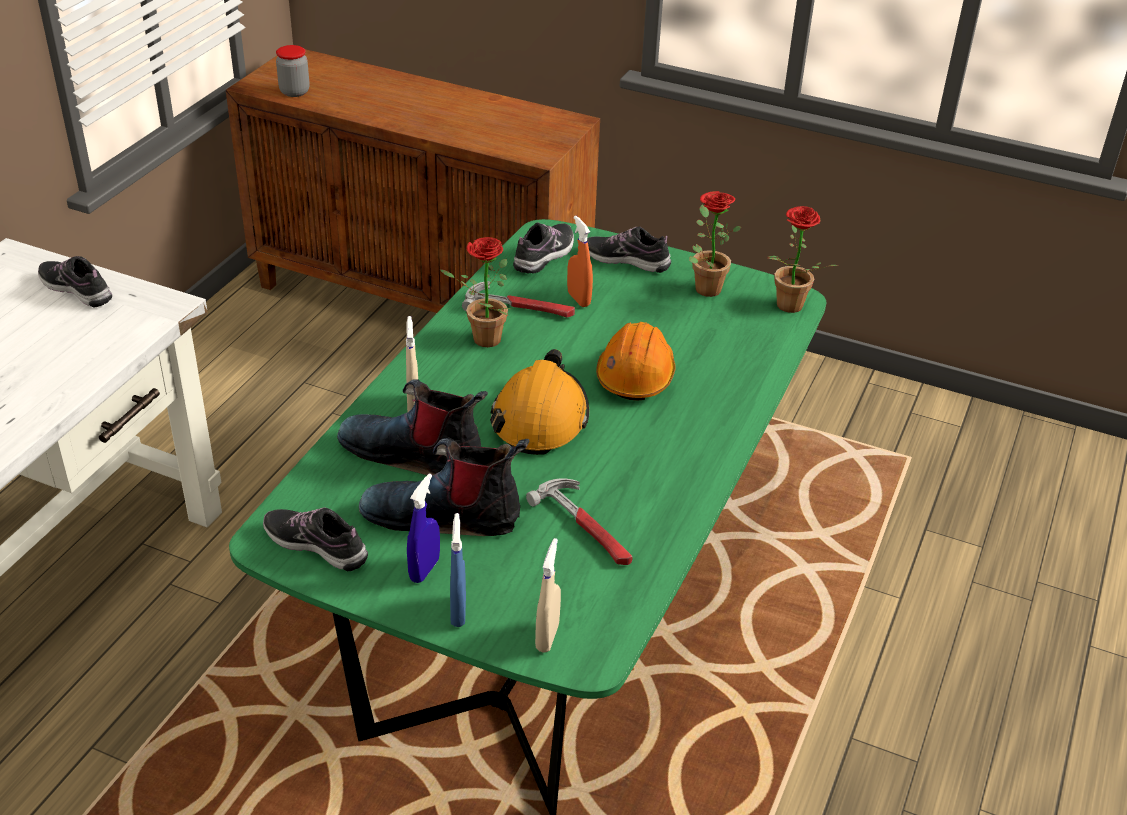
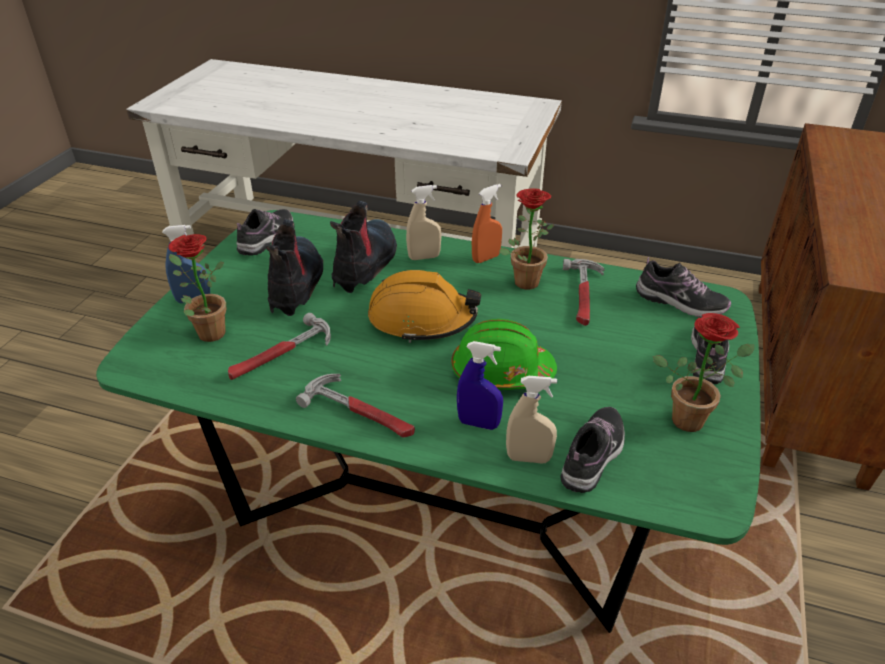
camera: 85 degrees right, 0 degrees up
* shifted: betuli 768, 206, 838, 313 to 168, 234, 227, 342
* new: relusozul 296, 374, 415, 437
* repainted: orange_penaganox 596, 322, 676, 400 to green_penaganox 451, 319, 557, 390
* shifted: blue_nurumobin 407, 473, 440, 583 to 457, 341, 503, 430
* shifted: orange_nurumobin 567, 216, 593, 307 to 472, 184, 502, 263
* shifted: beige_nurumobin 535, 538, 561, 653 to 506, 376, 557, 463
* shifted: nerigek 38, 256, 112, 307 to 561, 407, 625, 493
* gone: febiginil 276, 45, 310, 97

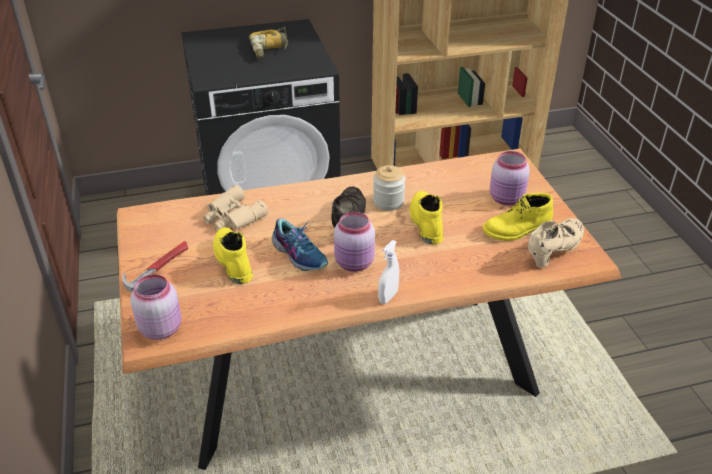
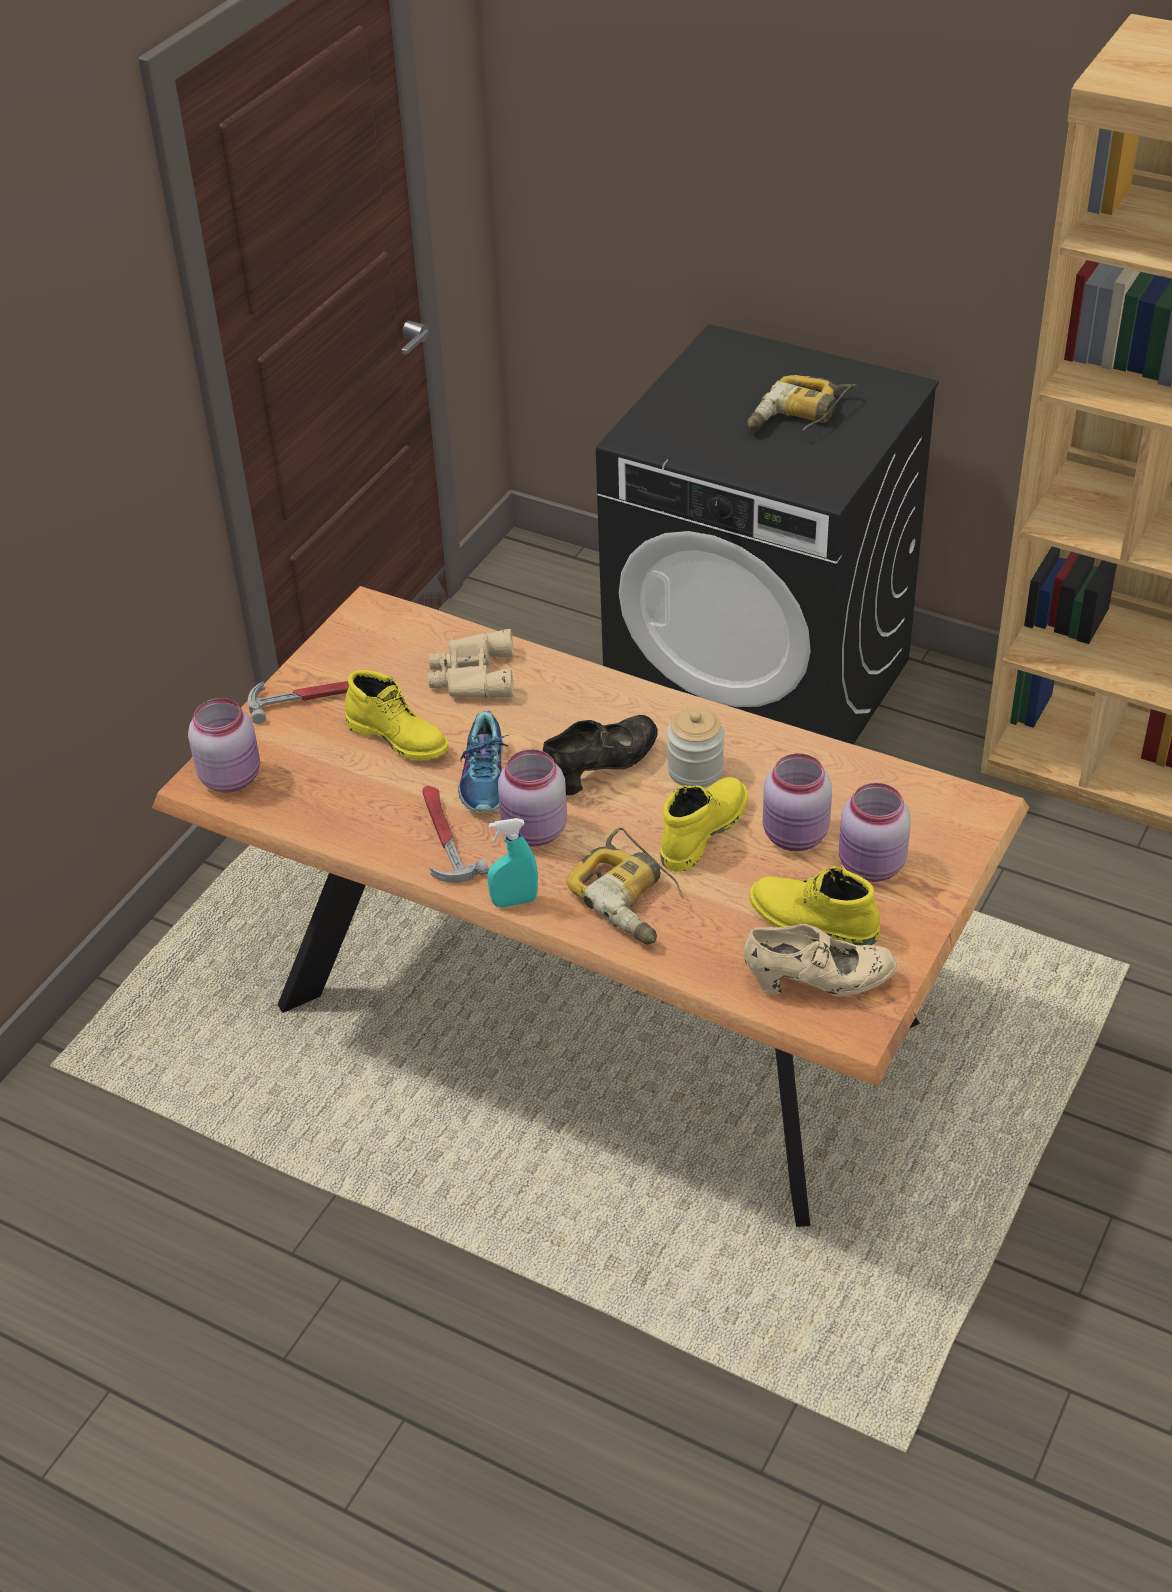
camera: 45 degrees right, 5 degrees up
* rotated: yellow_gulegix 213, 227, 253, 284 = 345, 670, 449, 760 105 degrees clockwise
* new: relusozul 422, 786, 488, 883
* repainted: white_nurumobin 378, 240, 399, 304 to turquoise_nurumobin 487, 818, 538, 907
* new: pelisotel 566, 828, 684, 945
* new: pink_febiginil 763, 753, 832, 851

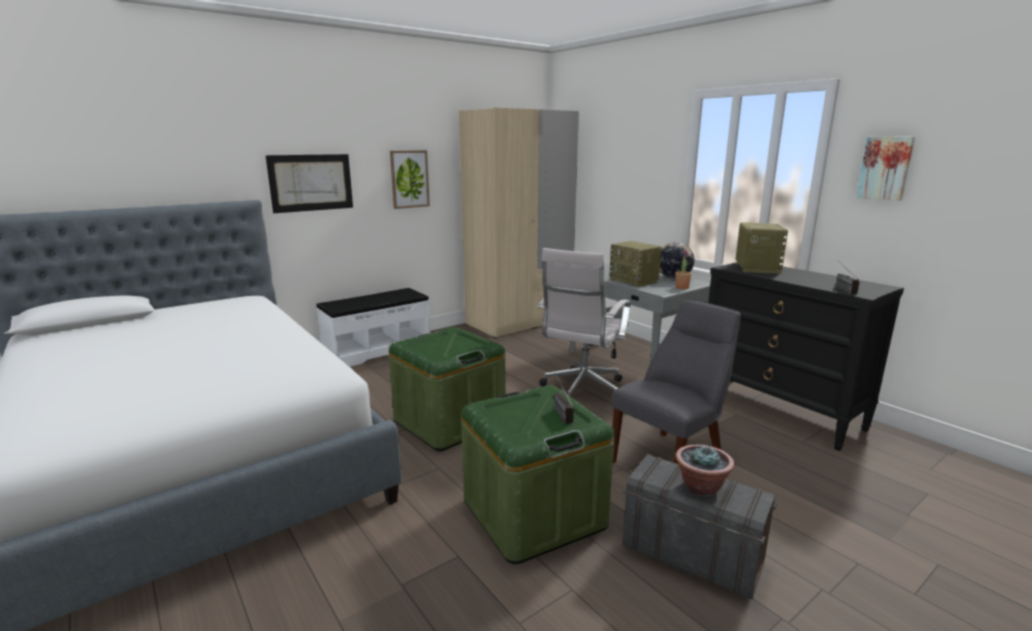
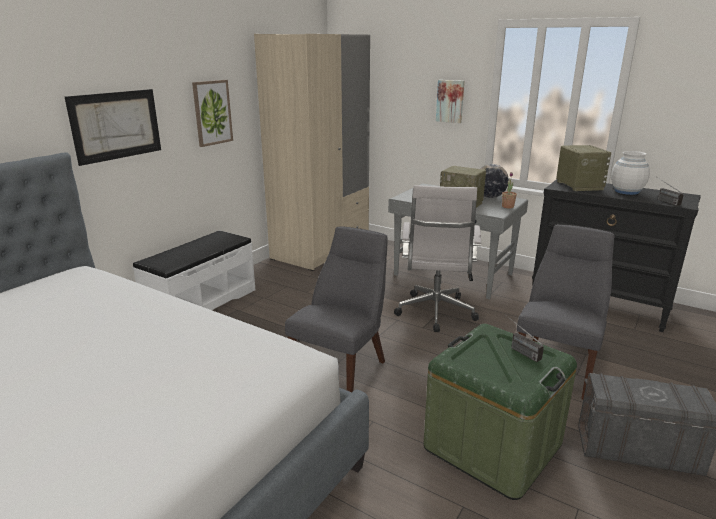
camera: 20 degrees left, 5 degrees up
* swapped: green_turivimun 389, 327, 506, 451 to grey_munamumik 285, 226, 388, 392
* shifted: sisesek 856, 137, 915, 201 to 436, 80, 464, 123
* new: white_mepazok 611, 151, 650, 195
* gone: betuli 676, 445, 734, 497

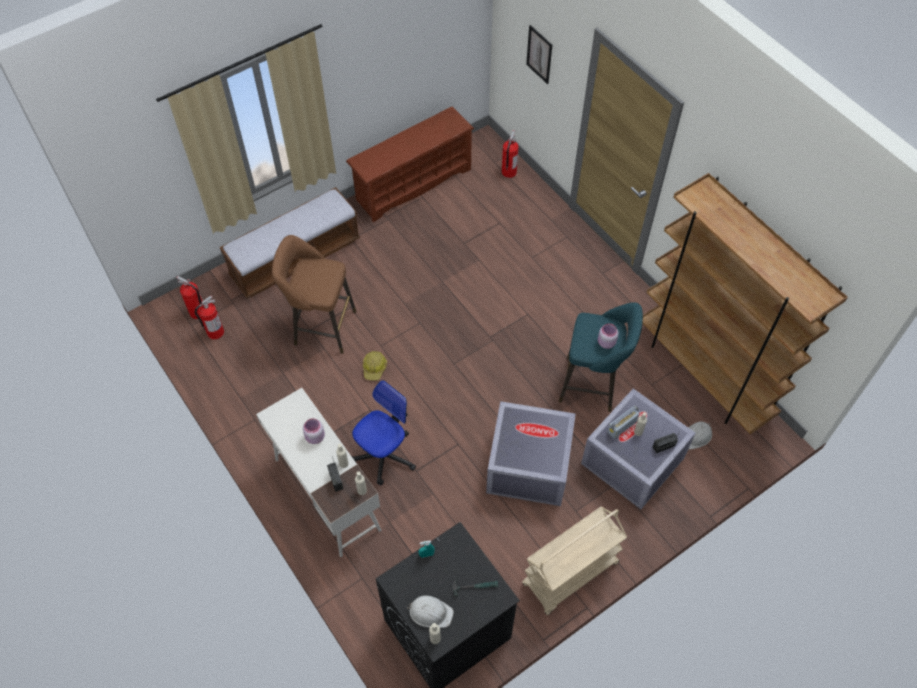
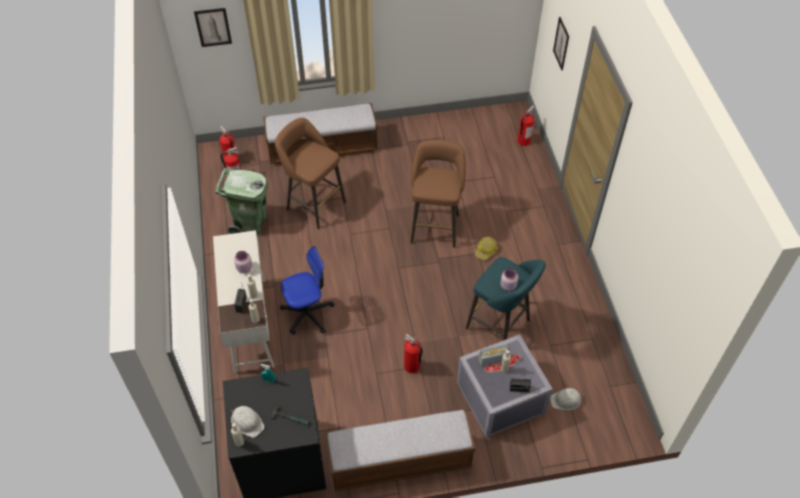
camera: 25 degrees right, 5 degrees down
* new: sisesek 194, 8, 232, 47
* new: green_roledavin 215, 168, 268, 236
* swapped: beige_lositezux 522, 507, 627, 615 to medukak 326, 410, 475, 491
* swapped: grey_turivimun 486, 401, 576, 506 to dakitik 404, 333, 423, 373
* new: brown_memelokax 411, 140, 466, 248
* shifted: penaganox 363, 351, 387, 381 to 475, 237, 498, 260
* gone: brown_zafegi 346, 106, 474, 222
* gone: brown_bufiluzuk 642, 173, 848, 434

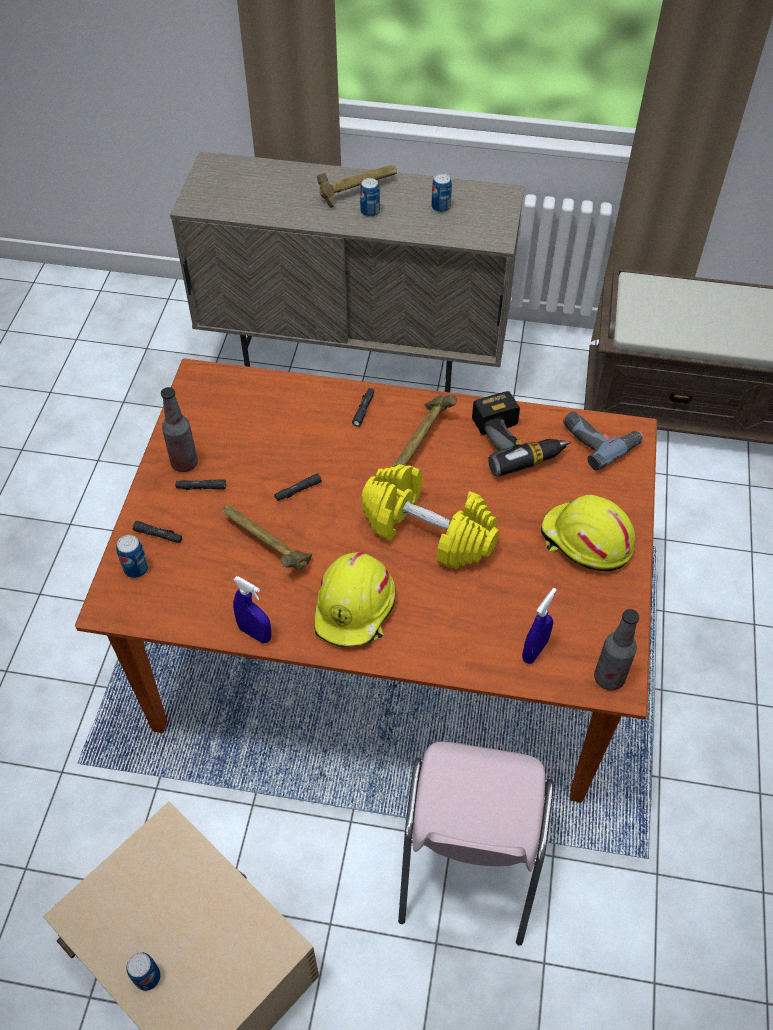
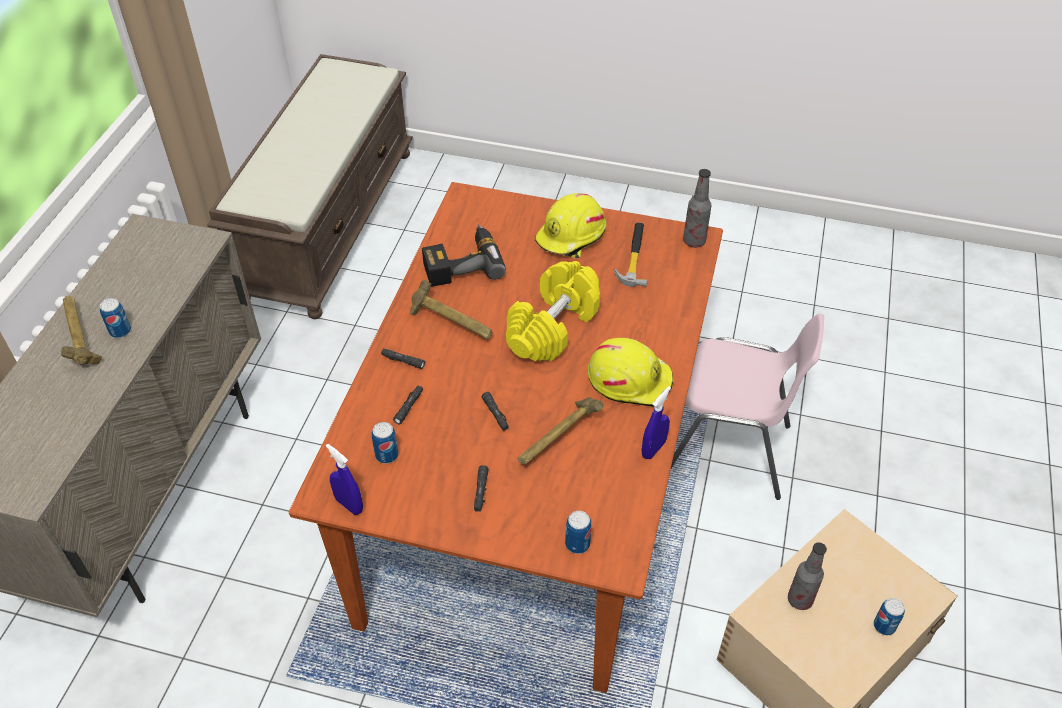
camera: 85 degrees left, 5 degrees down
* shifted: blue_nurumobin 522, 588, 557, 664 to 326, 444, 363, 515
* shifted: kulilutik 431, 173, 452, 213 to 372, 422, 399, 464
* shifted: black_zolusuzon 133, 521, 183, 543 to 393, 385, 423, 424
* new: relusozul 614, 222, 647, 287
* shifted: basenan 161, 387, 198, 472 to 788, 542, 827, 610
* gone: pelisotel 563, 412, 643, 471

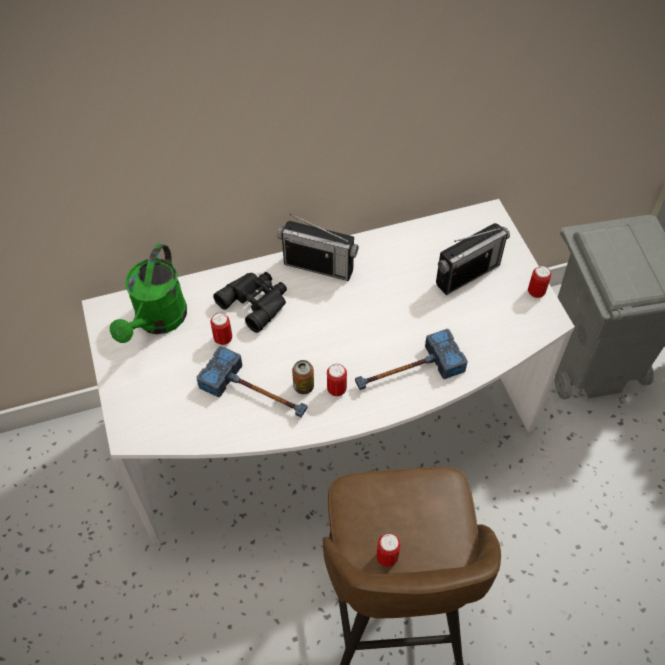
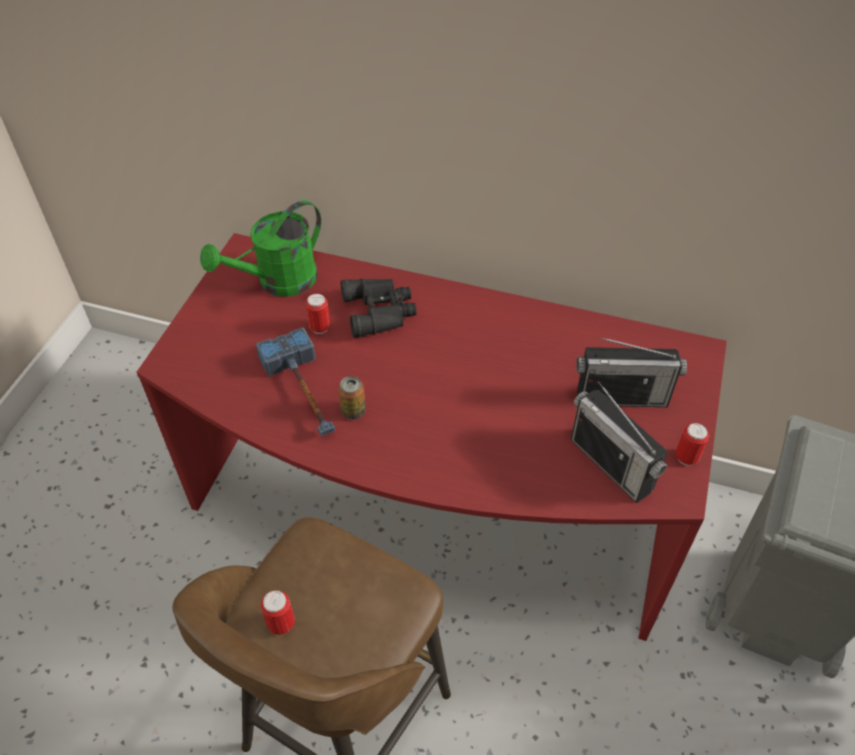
camera: 35 degrees right, 5 degrees down
* repainted: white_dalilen 82, 199, 575, 544 to red_dalilen 137, 233, 727, 641
* shifted: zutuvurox 277, 214, 359, 281 to 571, 381, 668, 503
* gone: kulilutik 327, 364, 347, 397
* gone: relusozul 355, 329, 468, 390

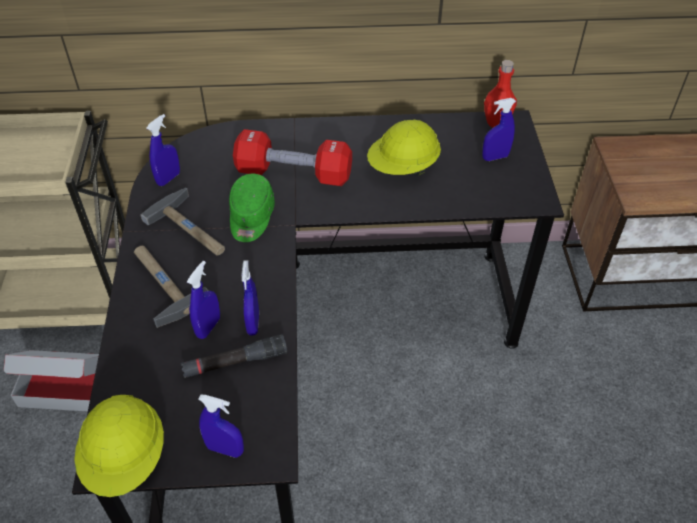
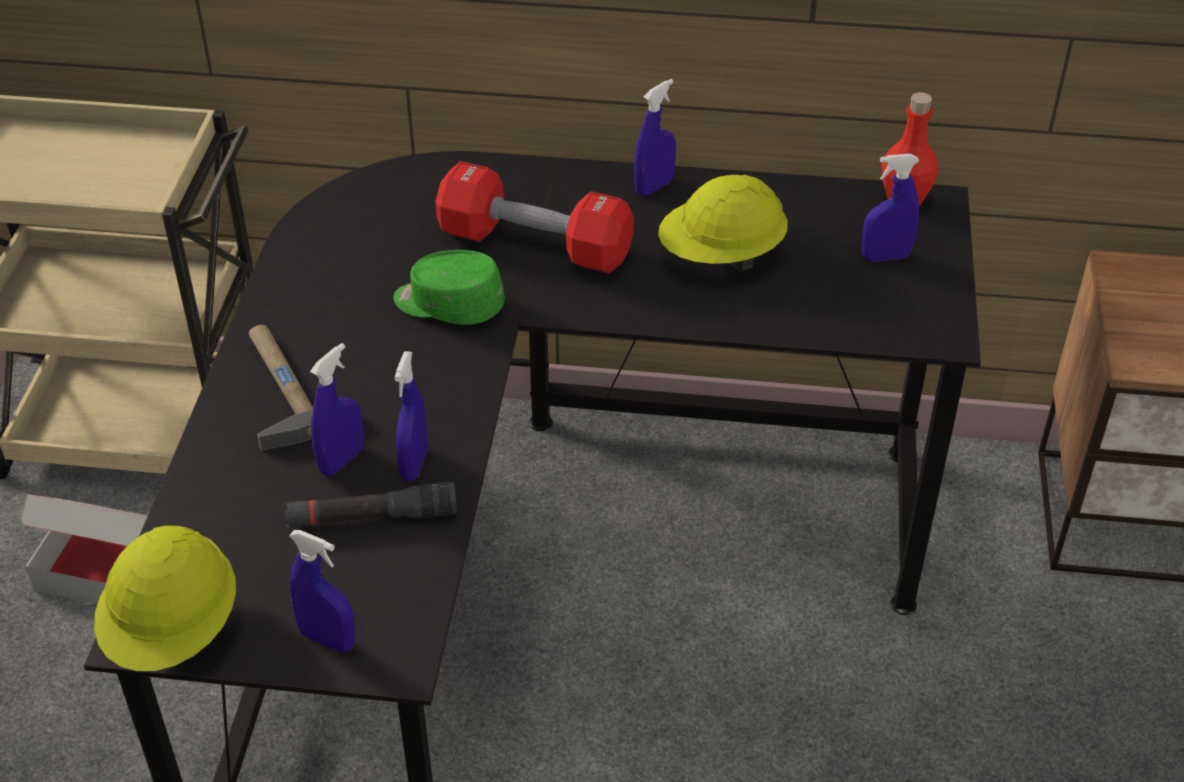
camera: 10 degrees right, 5 degrees down
* rotated: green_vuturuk 229, 174, 275, 242 = 393, 250, 505, 325 90 degrees clockwise
* shifted: blue_nurumobin 146, 114, 180, 186 to 634, 79, 676, 196
* gone: relusozul 141, 188, 225, 256

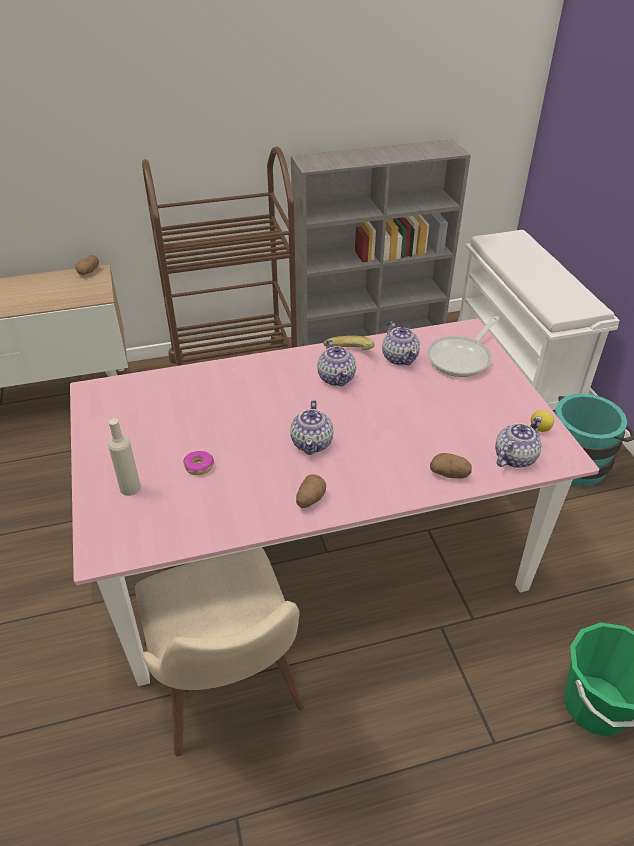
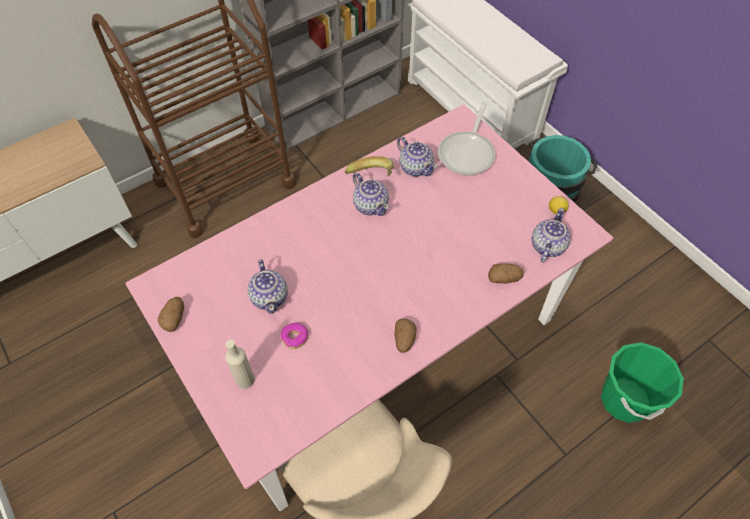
camera: 20 degrees left, 15 degrees up
* shifted: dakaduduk 75, 255, 99, 275 to 158, 297, 184, 332
* shifted: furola 290, 400, 333, 455 to 248, 259, 288, 314

